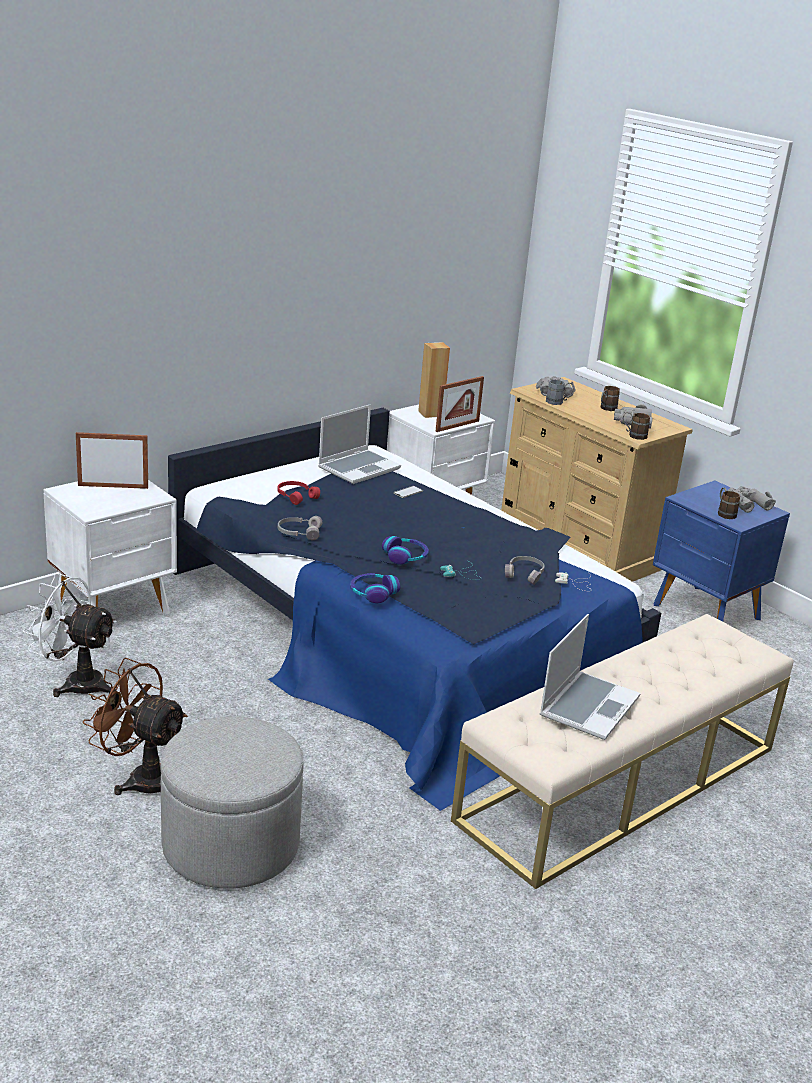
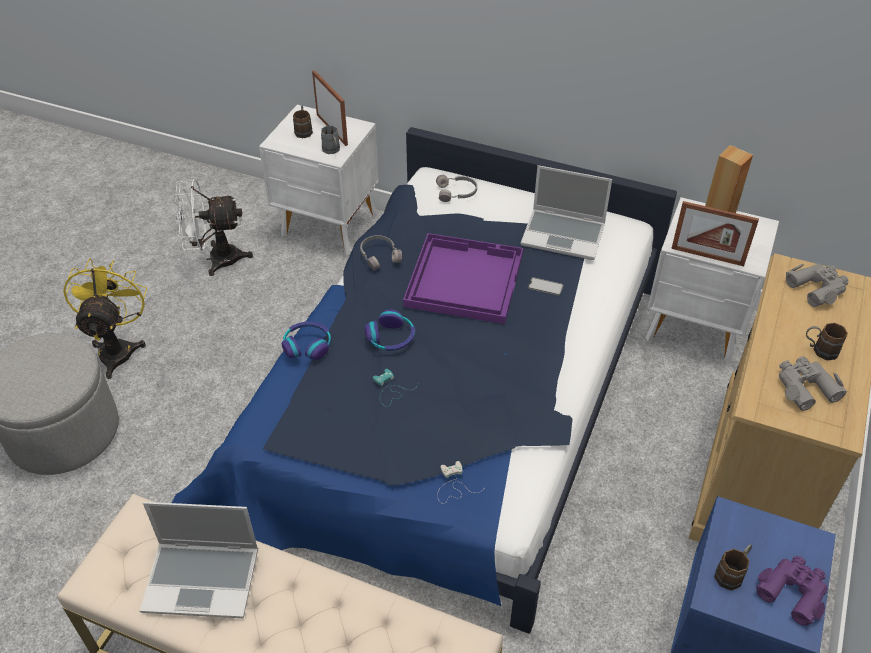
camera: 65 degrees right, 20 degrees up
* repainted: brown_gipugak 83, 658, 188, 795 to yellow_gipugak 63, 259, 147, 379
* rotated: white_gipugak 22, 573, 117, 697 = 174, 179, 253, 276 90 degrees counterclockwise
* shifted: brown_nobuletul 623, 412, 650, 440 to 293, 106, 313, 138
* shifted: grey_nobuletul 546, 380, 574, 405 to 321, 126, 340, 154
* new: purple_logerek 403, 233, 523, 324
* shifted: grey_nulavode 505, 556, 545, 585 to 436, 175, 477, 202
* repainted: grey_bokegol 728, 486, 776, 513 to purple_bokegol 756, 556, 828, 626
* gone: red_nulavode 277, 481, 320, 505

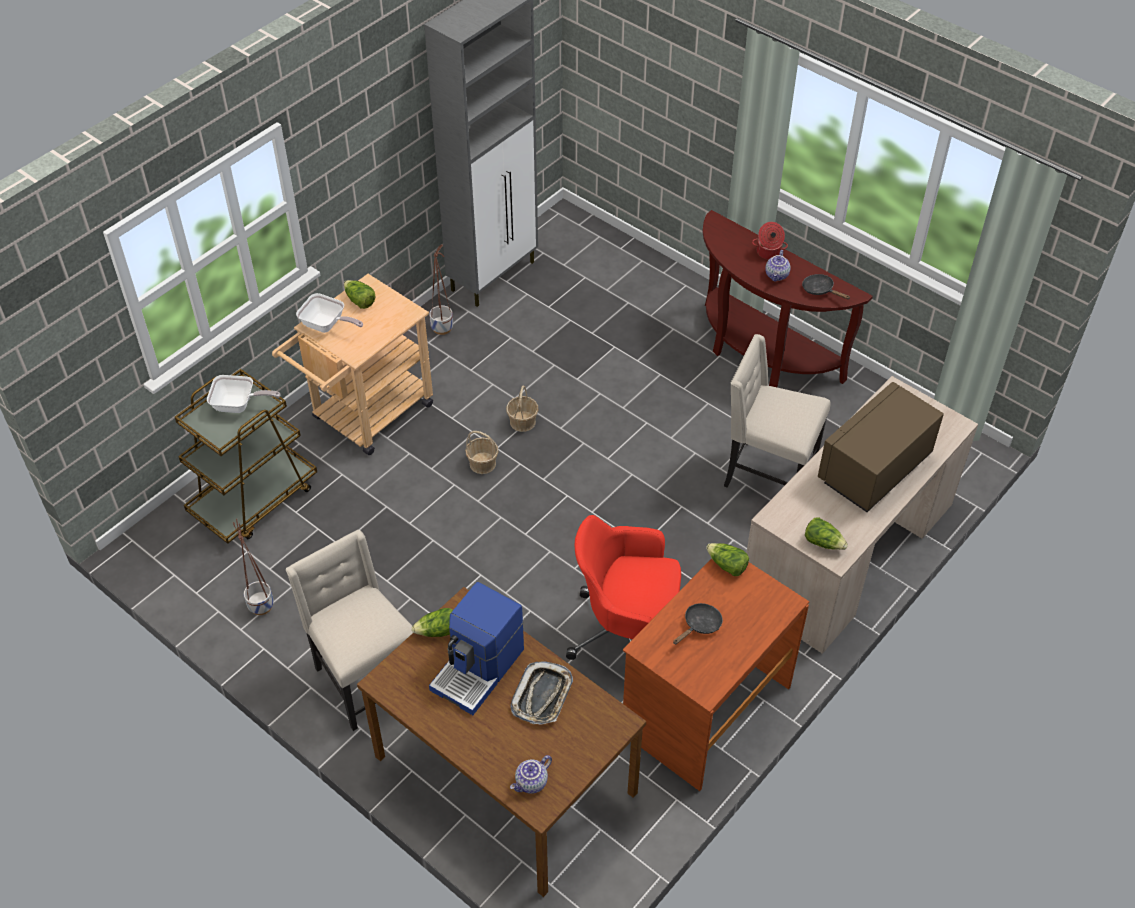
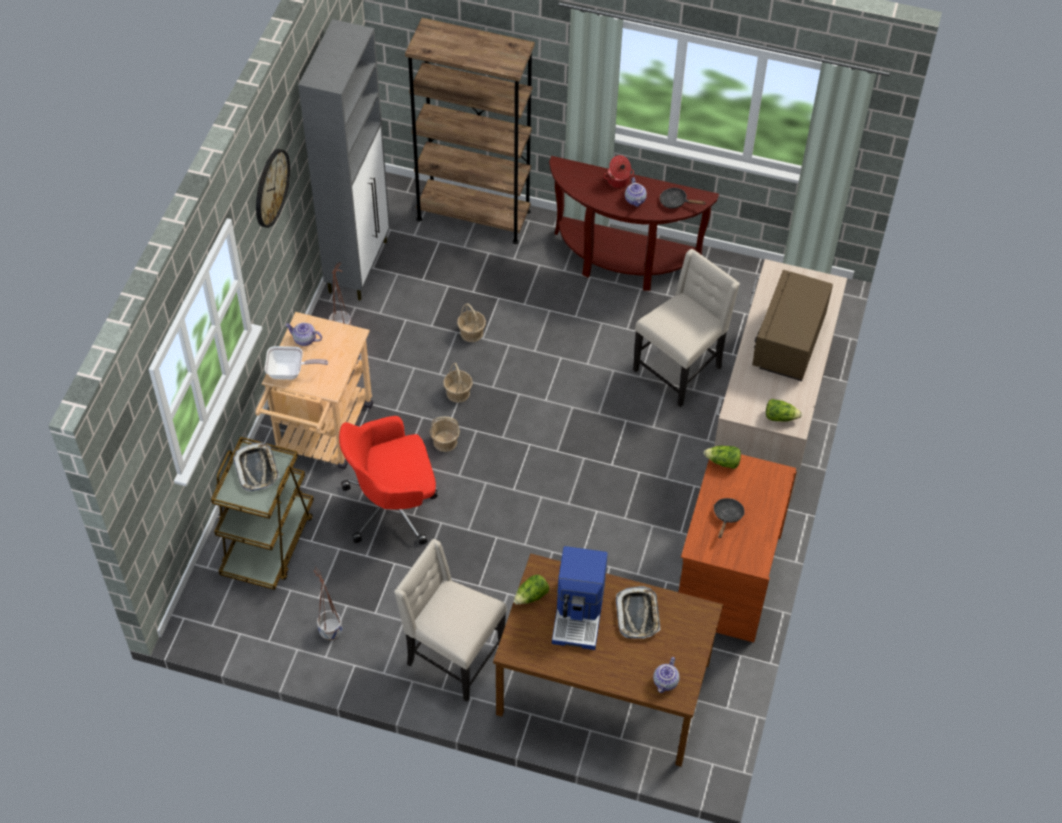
camera: 25 degrees left, 5 degrees up
* swapped: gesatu 207, 375, 281, 413 to logerek 233, 443, 280, 492
* new: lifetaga 256, 149, 290, 228
* swapped: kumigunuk 344, 280, 376, 309 to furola 285, 322, 322, 346
* shifted: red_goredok 566, 515, 681, 660 to 339, 416, 438, 545
* new: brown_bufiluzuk 405, 18, 535, 244
* new: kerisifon 457, 303, 486, 342
* rotated: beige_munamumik 724, 334, 831, 488 = 633, 249, 740, 407 135 degrees clockwise

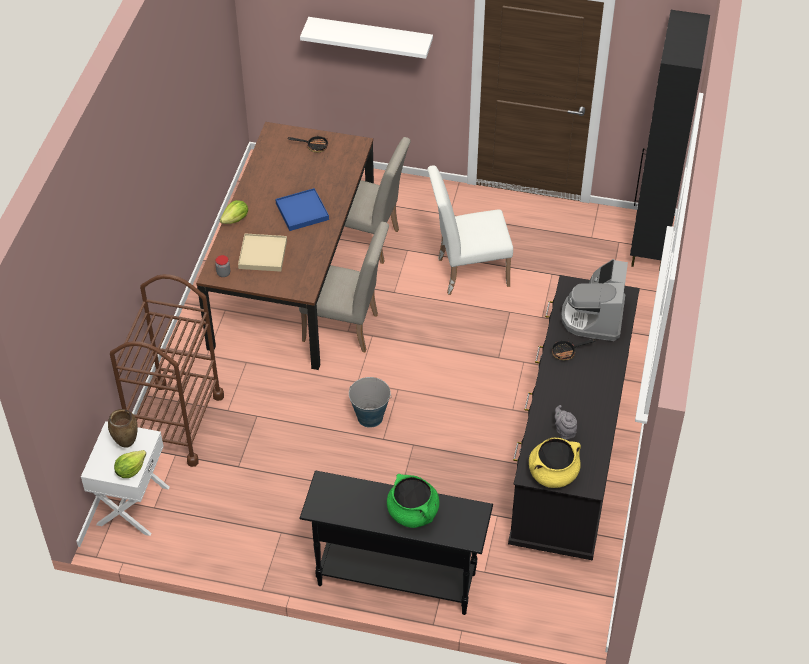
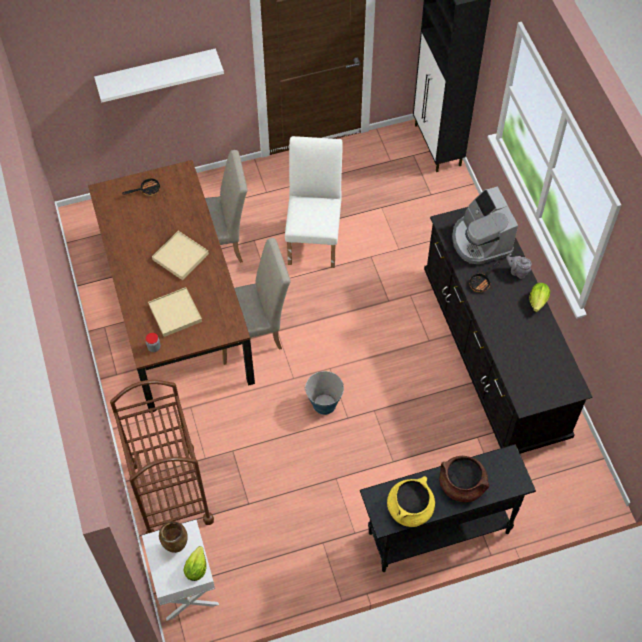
camera: 30 degrees left, 10 degrees up
* repainted: blue_logerek 275, 188, 329, 231 to beige_logerek 152, 231, 209, 280
* rotated: white_munamumik 428, 165, 513, 295 = 285, 136, 343, 268 135 degrees clockwise
* shifted: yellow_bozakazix 529, 438, 581, 488 to 387, 476, 435, 527
* repainted: green_bozakazix 387, 474, 439, 528 to brown_bozakazix 439, 456, 489, 502
* shifted: grey_furola 555, 405, 577, 440 to 506, 254, 532, 279
* shifted: kumigunuk 220, 200, 248, 224 to 529, 283, 550, 312

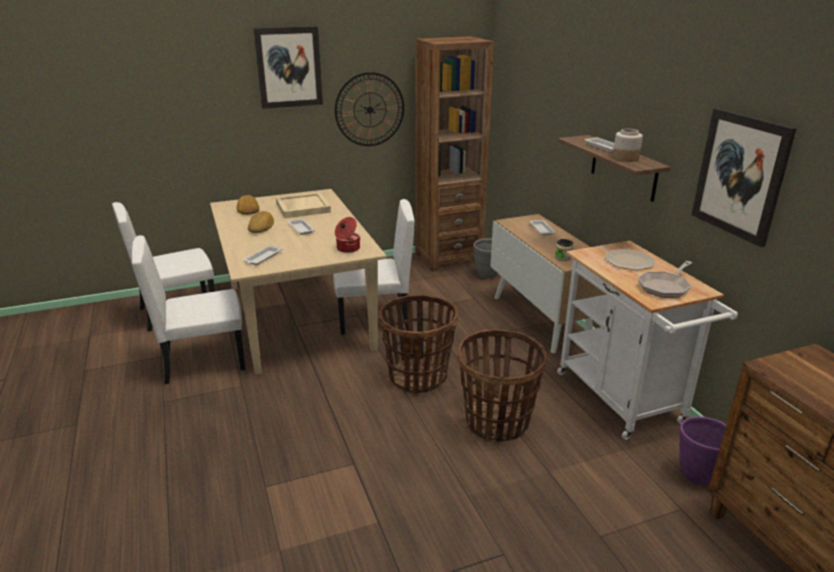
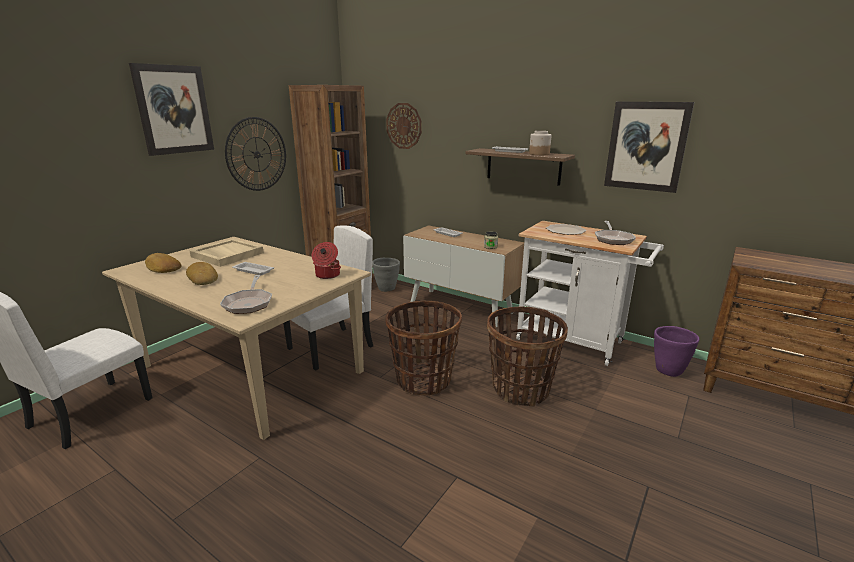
camera: 35 degrees left, 5 degrees down
* swapped: white_logerek 243, 245, 283, 265 to gesatu 220, 275, 272, 314
* new: lifetaga 386, 103, 422, 149
* gone: white_munamumik 132, 235, 245, 384

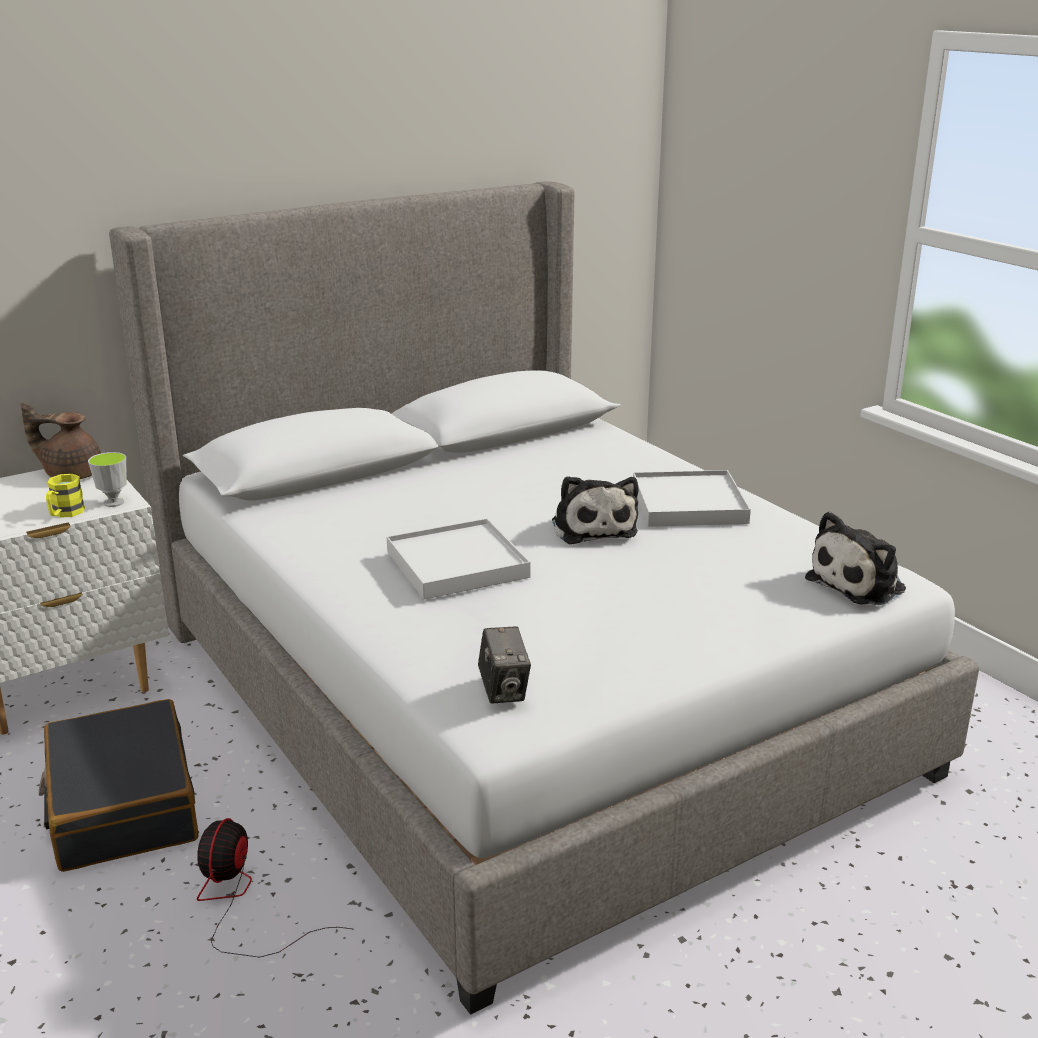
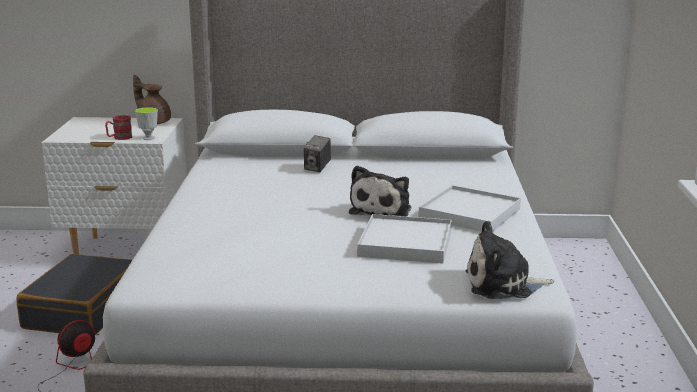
camera: 35 degrees right, 5 degrees down
* repainted: yellow_nobuletul 46, 474, 85, 518 to red_nobuletul 105, 115, 132, 140
* shifted: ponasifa 478, 626, 531, 704 to 304, 135, 331, 172
* shifted: white_logerek 387, 518, 531, 599 to 357, 214, 452, 264

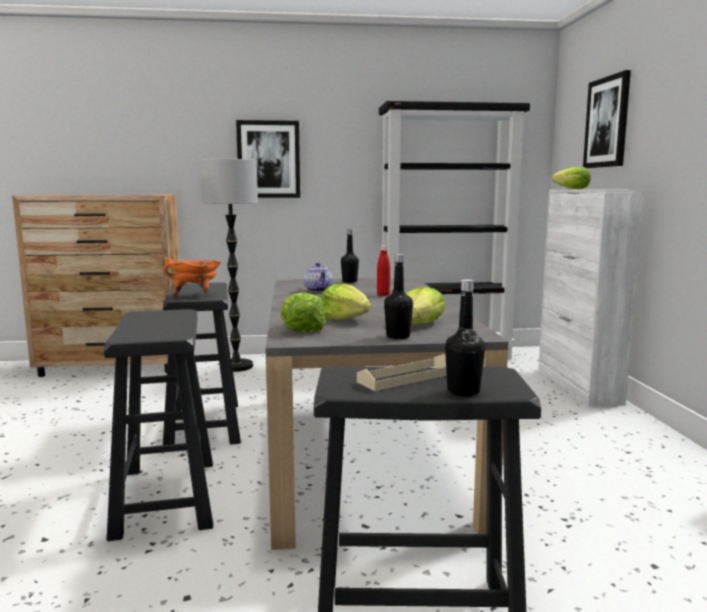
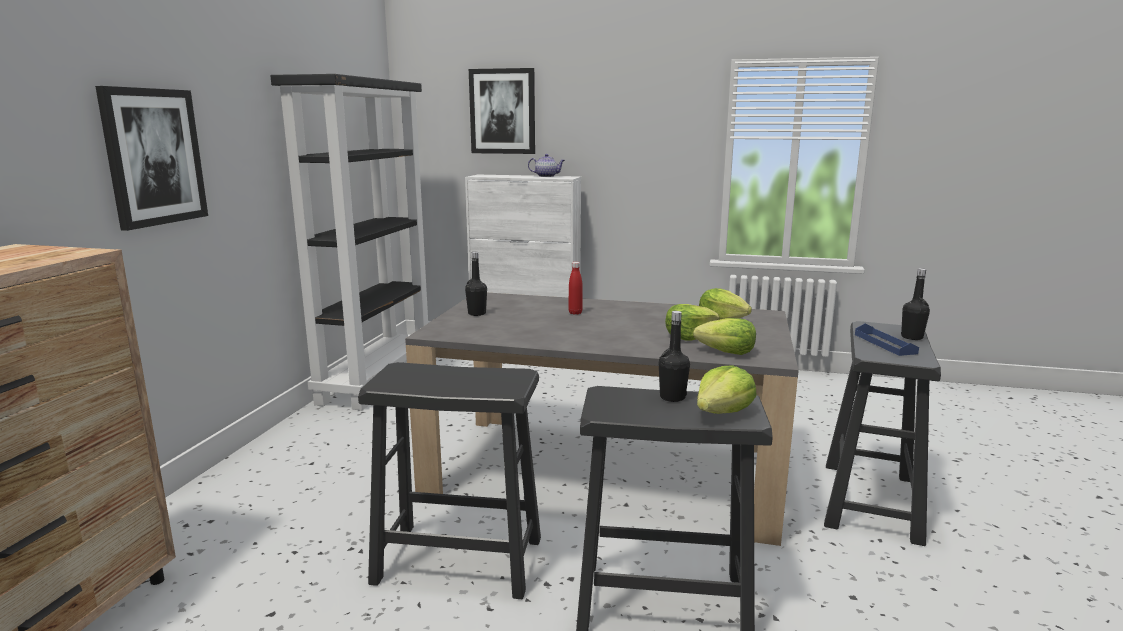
camera: 70 degrees left, 5 degrees up
* shifted: furola 304, 263, 333, 292 to 528, 154, 565, 177
* shifted: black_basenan 384, 254, 413, 339 to 659, 311, 690, 402
* shifted: kumigunuk 552, 167, 591, 189 to 697, 365, 757, 414
* repainted: beige_logerek 357, 354, 447, 391 to blue_logerek 855, 324, 919, 356
* gone: orange_bozakazix 164, 257, 221, 297
* gone: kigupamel 200, 159, 258, 372

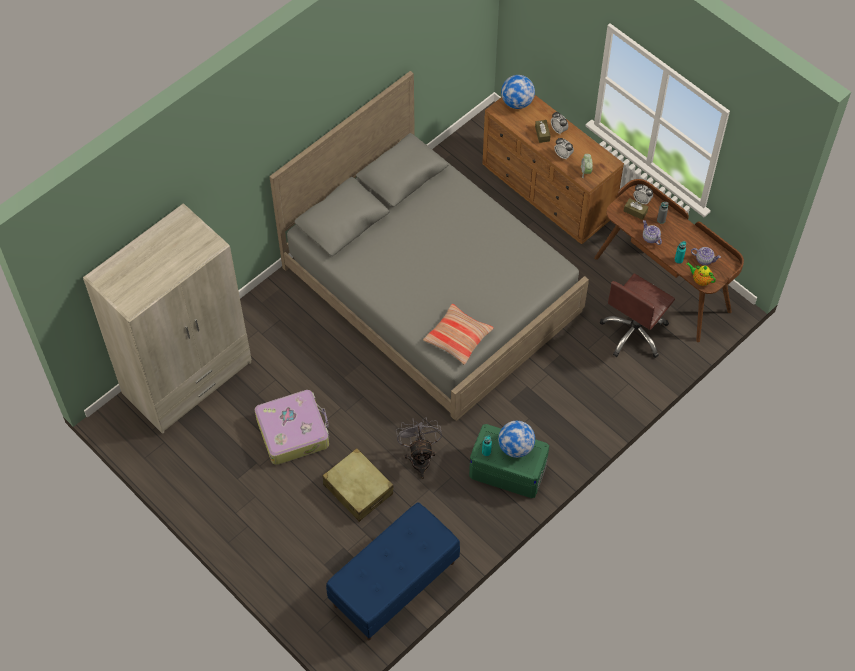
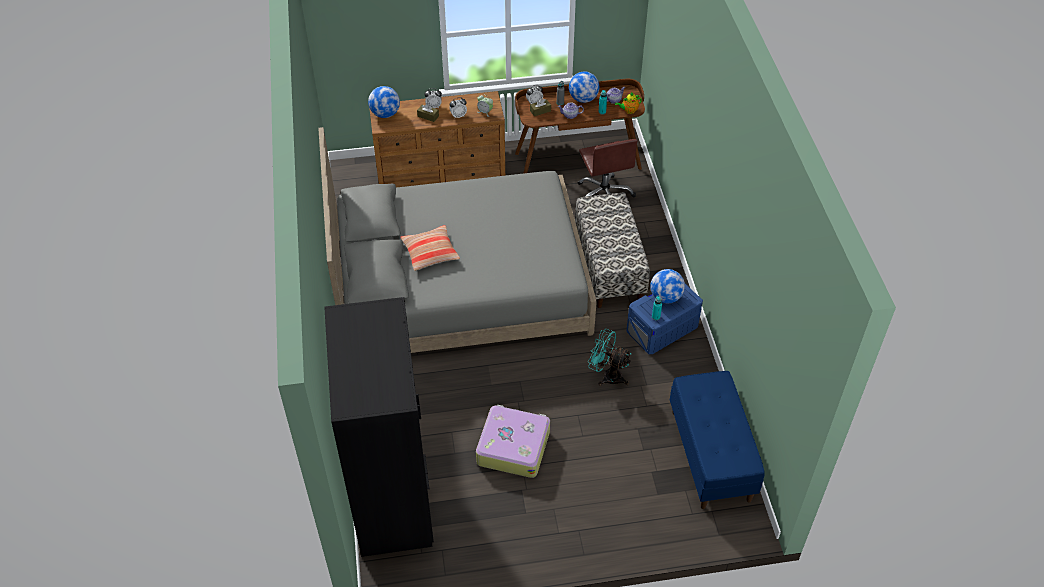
camera: 55 degrees left, 10 degrees down
* repainted: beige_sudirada 83, 203, 252, 434 to black_sudirada 324, 297, 434, 557
* shifted: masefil 423, 304, 494, 365 to 400, 225, 460, 271
* new: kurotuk 569, 71, 599, 103
* new: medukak 575, 193, 650, 308
* repainted: grey_gipugak 396, 417, 442, 479 to turquoise_gipugak 588, 329, 632, 386
* repainted: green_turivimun 469, 424, 549, 498 to blue_turivimun 626, 284, 703, 354
* gone: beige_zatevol 322, 448, 393, 522

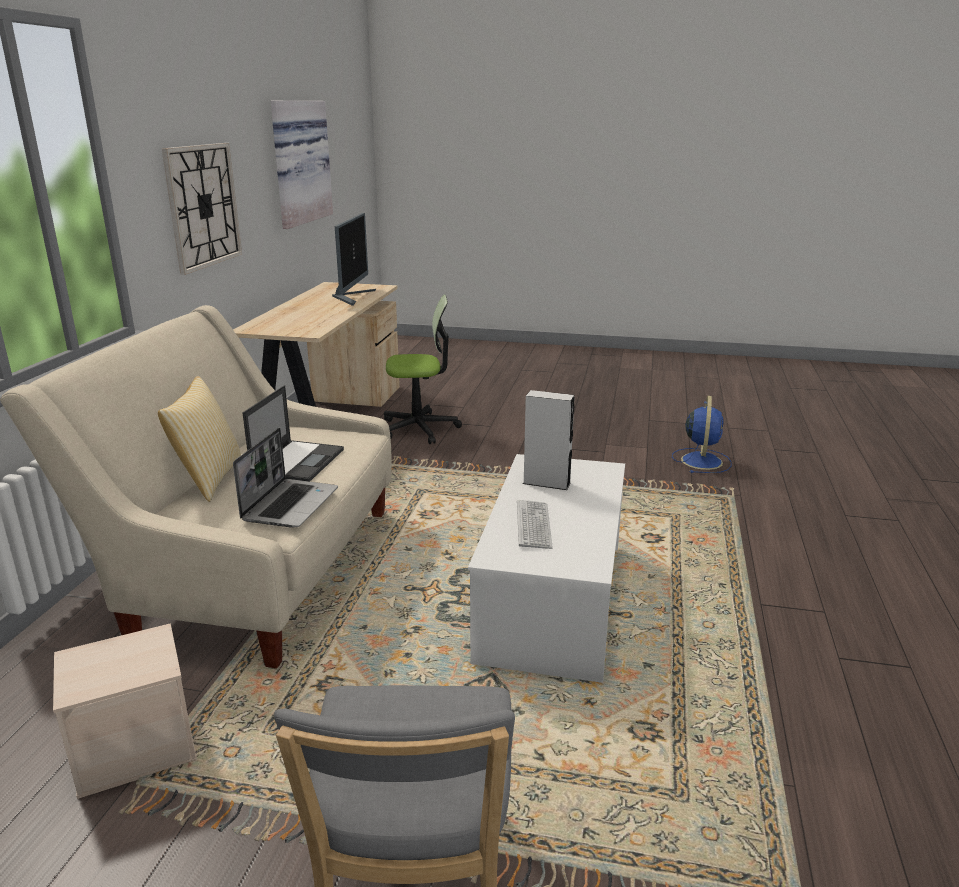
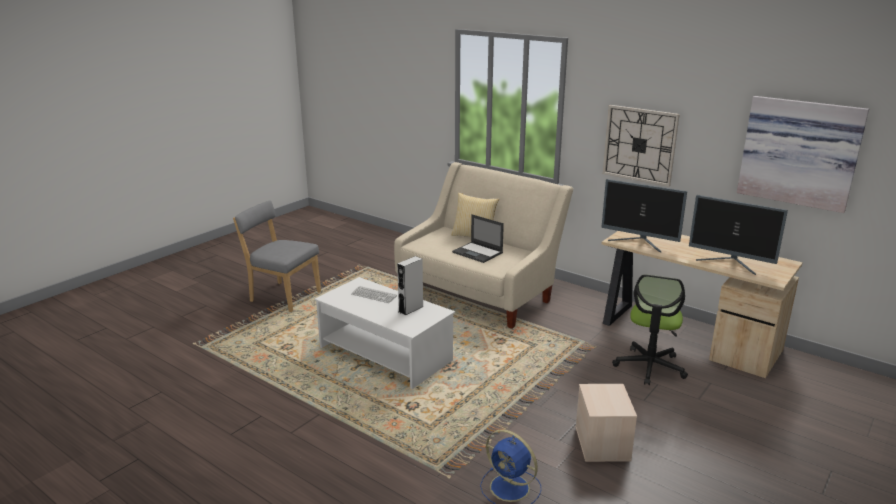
camera: 115 degrees right, 0 degrees up
* shifted: beige_turivimun 53, 623, 197, 799 to 575, 384, 637, 462
* new: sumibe 601, 179, 687, 253
* gone: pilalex 233, 428, 338, 528

